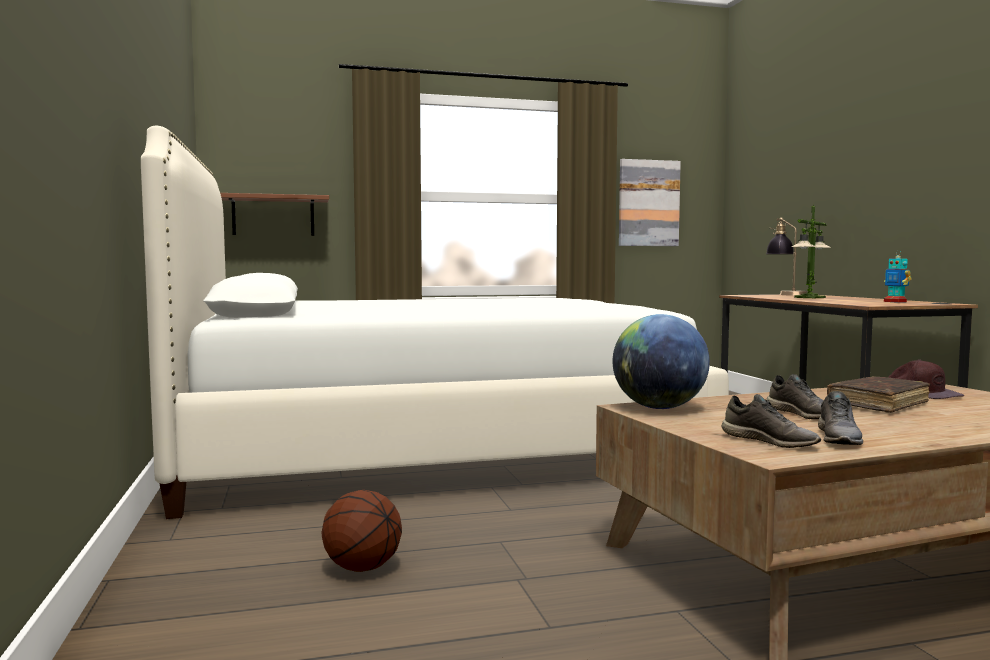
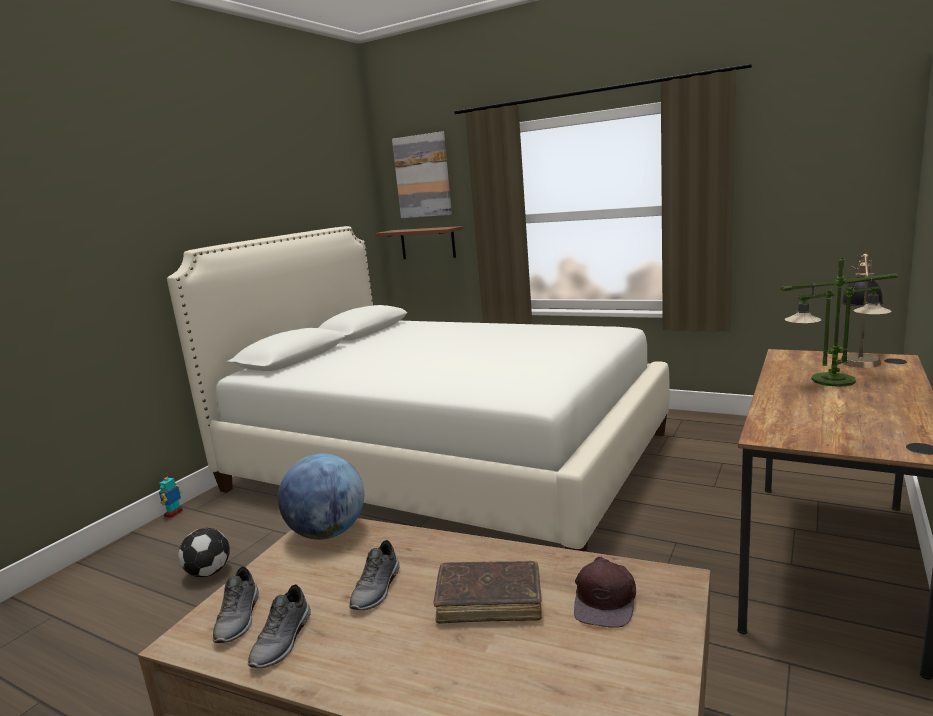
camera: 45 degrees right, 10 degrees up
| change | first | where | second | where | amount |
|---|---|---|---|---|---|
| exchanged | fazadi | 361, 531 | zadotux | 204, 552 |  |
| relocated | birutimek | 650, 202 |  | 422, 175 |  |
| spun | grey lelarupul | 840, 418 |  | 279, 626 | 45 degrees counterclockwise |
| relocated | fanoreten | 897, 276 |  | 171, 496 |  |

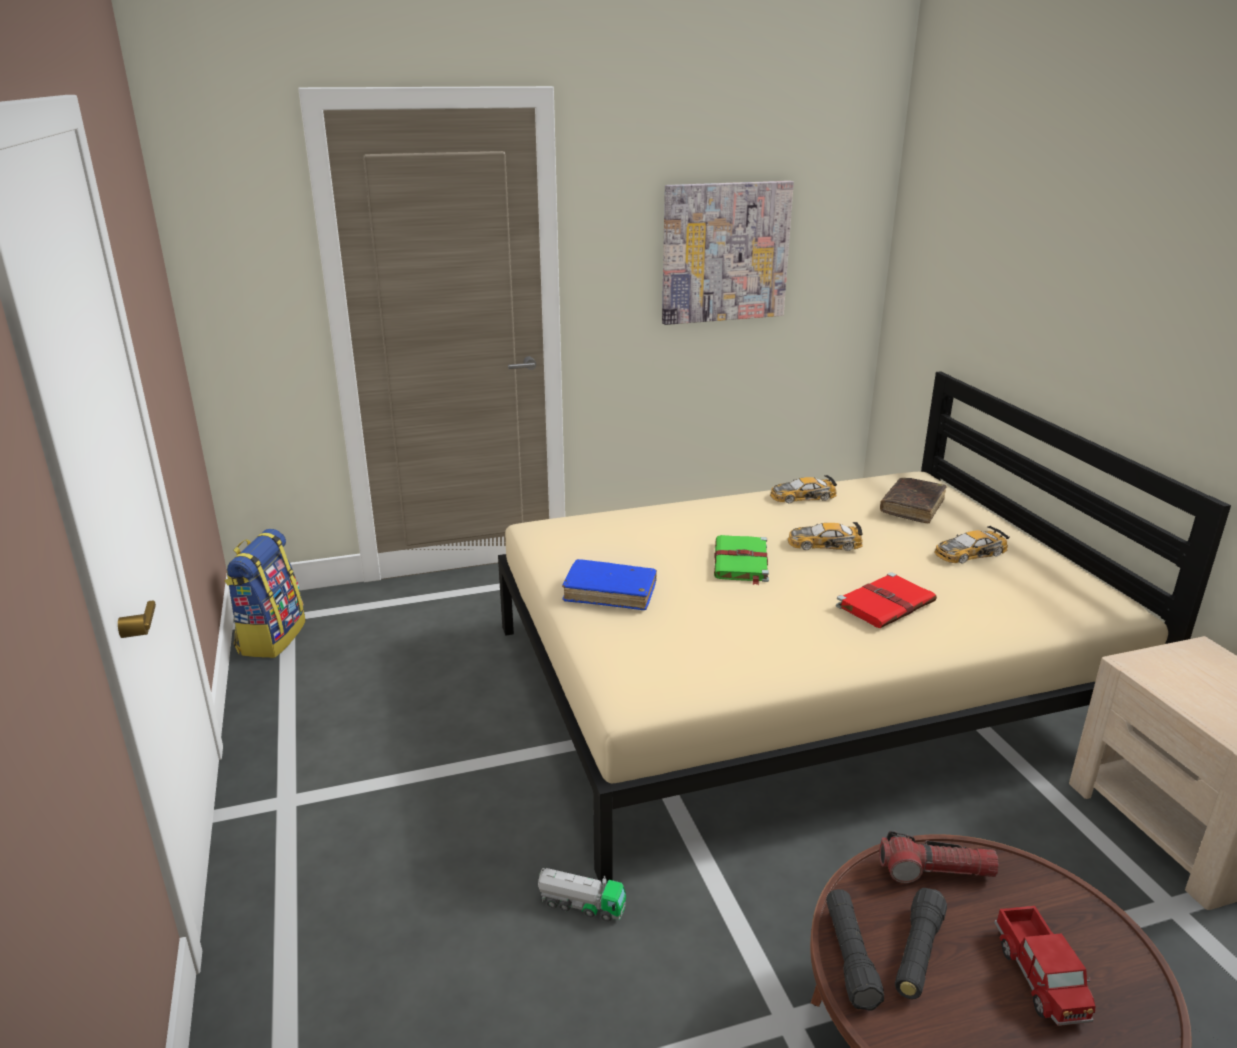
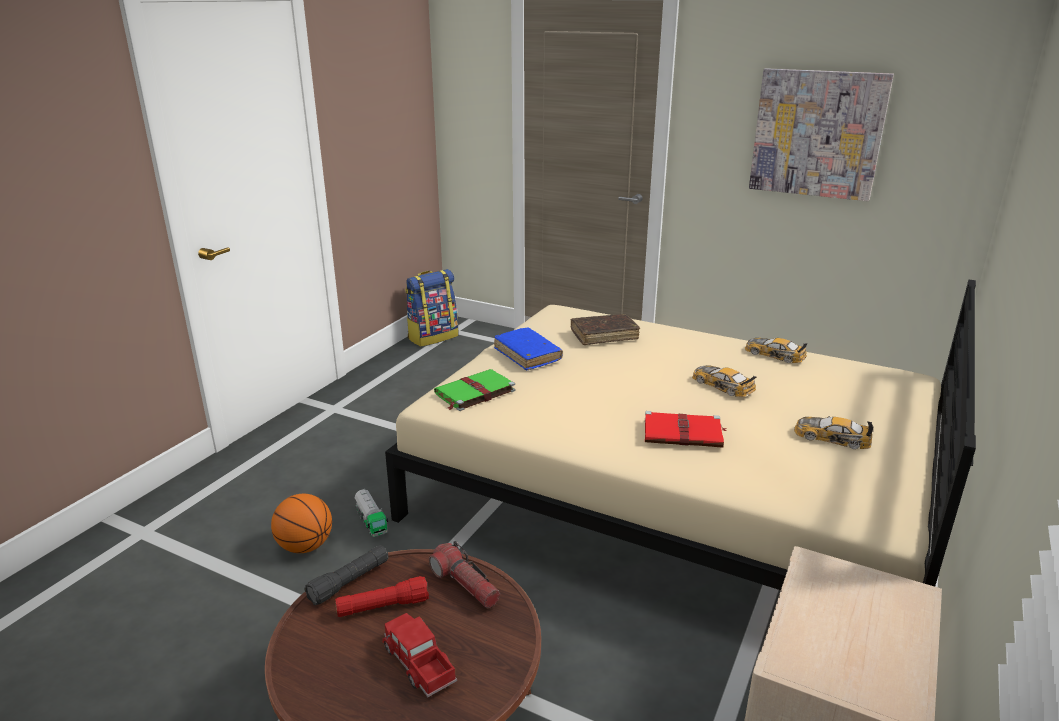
camera: 45 degrees right, 0 degrees up
| change | first | where | second | where | amount |
|---|---|---|---|---|---|
| relocated | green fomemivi | 741, 560 |  | 474, 390 |  |
| relocated | brown fomemivi | 913, 500 |  | 605, 329 |  |
| colour | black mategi | 921, 943 | red mategi | 382, 596 |  |
| spun | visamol | 1044, 966 |  | 419, 655 | 105 degrees clockwise |
| appeared |  |  | fazadi | 301, 523 |  |

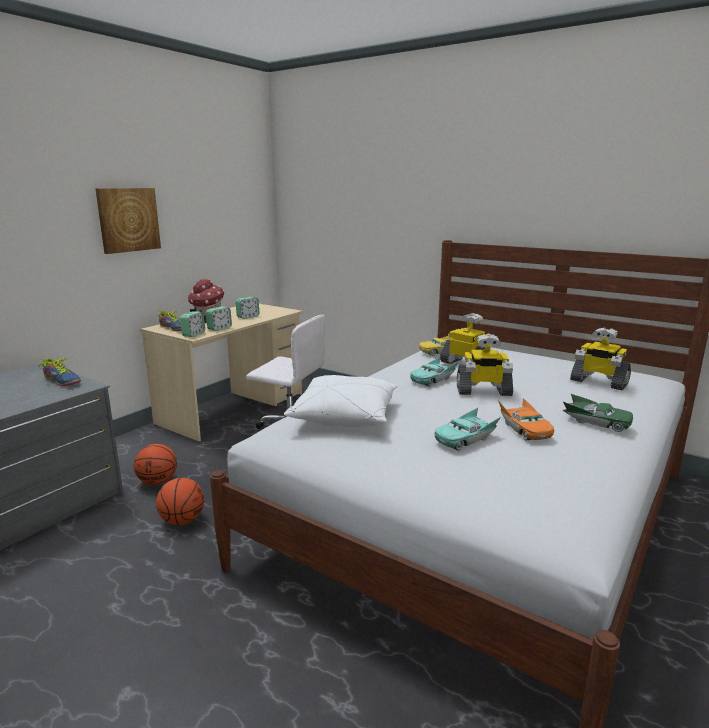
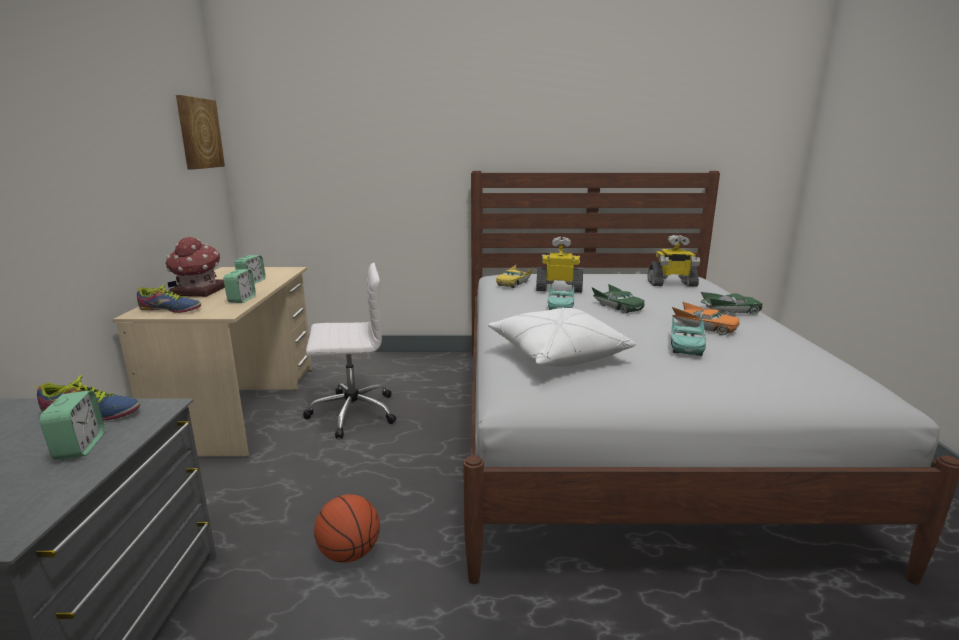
camera: 35 degrees left, 0 degrees up
| change | first | where | second | where | amount |
|---|---|---|---|---|---|
| relocated | birutimek | 128, 221 |  | 200, 132 |  |
| missing | fazadi | 155, 464 |  |  |  |
| relocated | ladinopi | 192, 324 |  | 72, 425 |  |
| exchanged | fanoreten | 485, 365 | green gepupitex | 618, 299 |  |

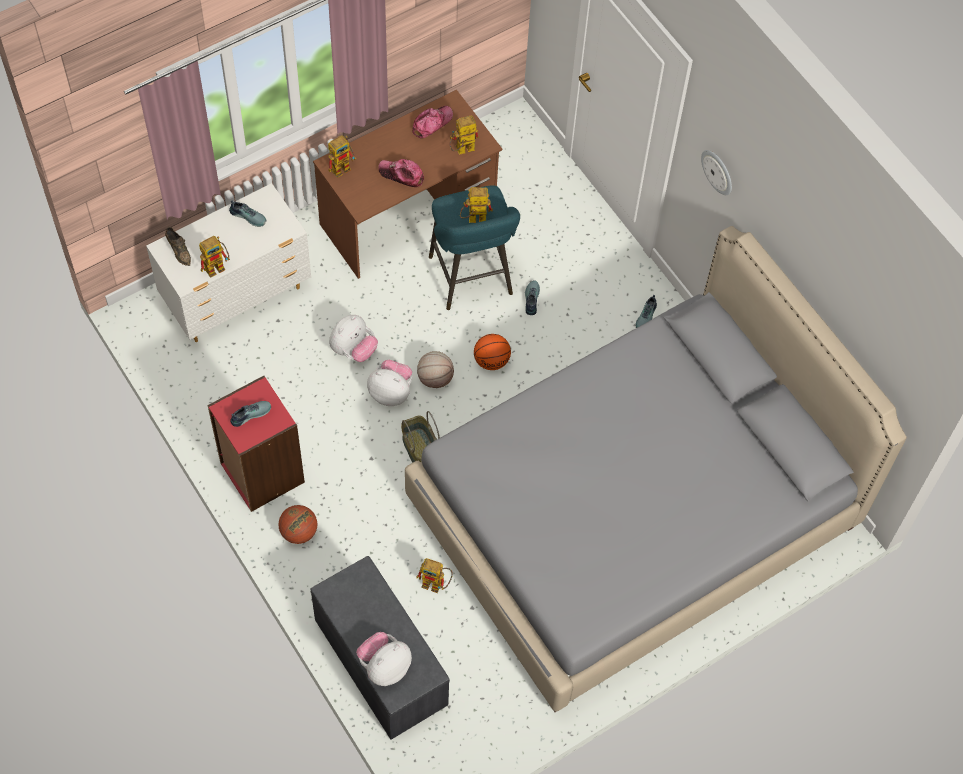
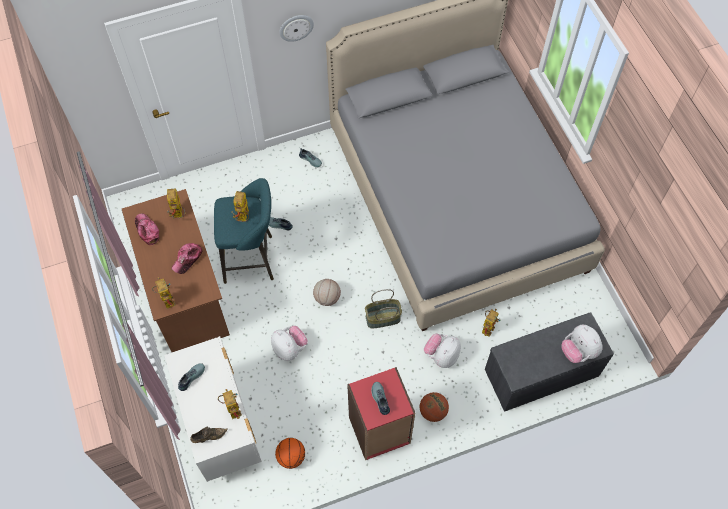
camera: 75 degrees left, 0 degrees up
| change | first | where | second | where | amount |
|---|---|---|---|---|---|
| relocated | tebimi | 389, 383 |  | 442, 351 |  |
| relocated | fazadi | 492, 352 |  | 290, 453 |  |

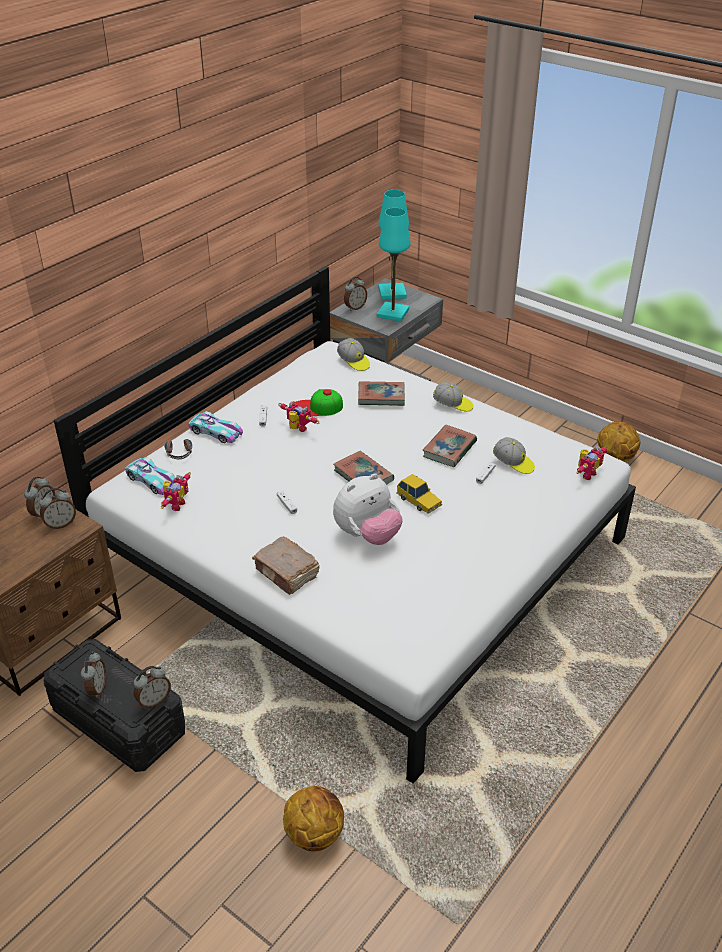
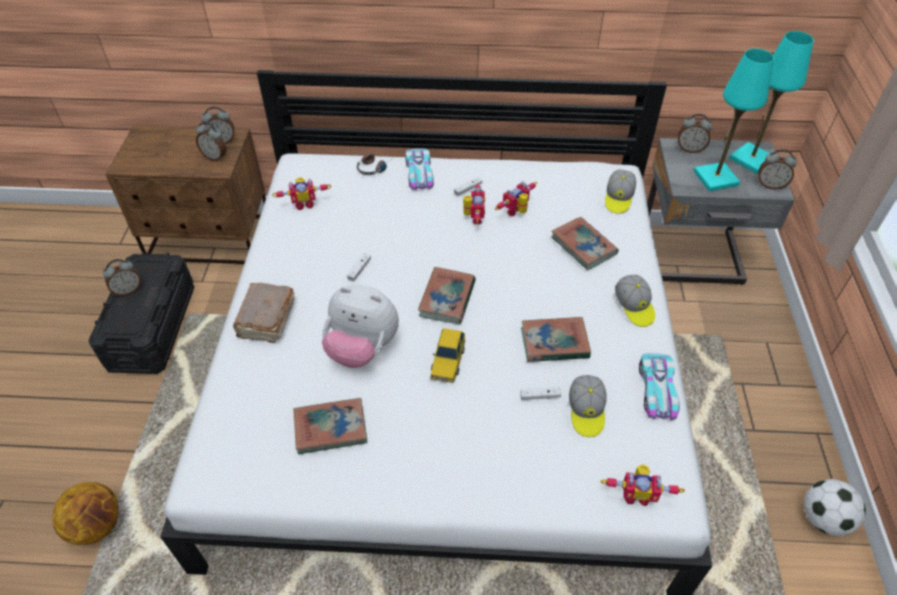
camera: 55 degrees right, 10 degrees up
| change | first | where | second | where | amount |
|---|---|---|---|---|---|
| relocated | gepupitex | 150, 476 |  | 659, 386 |  |
| relocated | ladinopi | 152, 687 |  | 777, 169 |  |
| exchanged | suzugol | 319, 403 | fanoreten | 516, 199 |  |
| exchanged | fazadi | 618, 441 | zadotux | 835, 507 |  |
| appeared |  |  | fomemivi | 330, 426 |  |

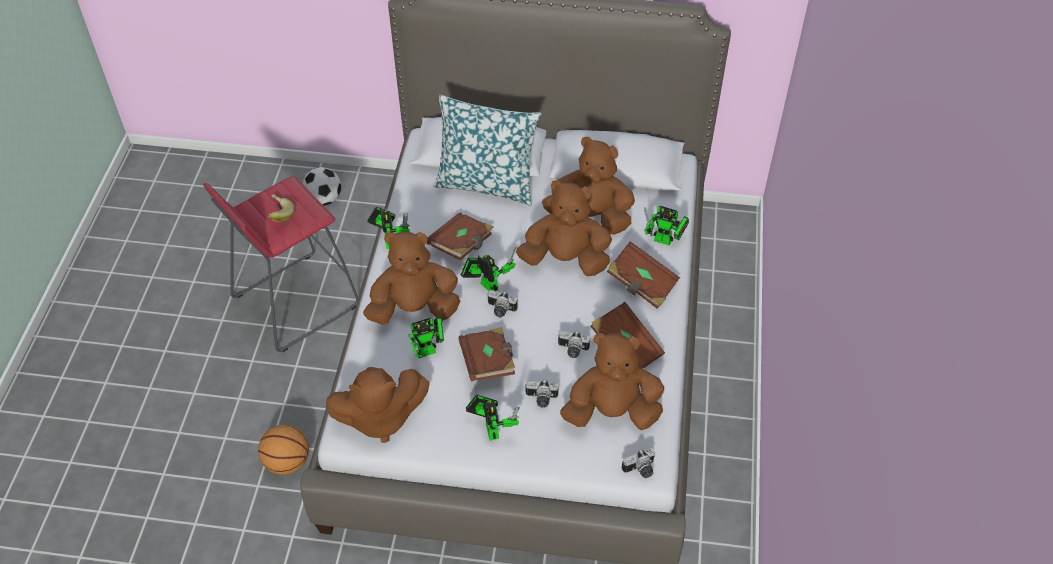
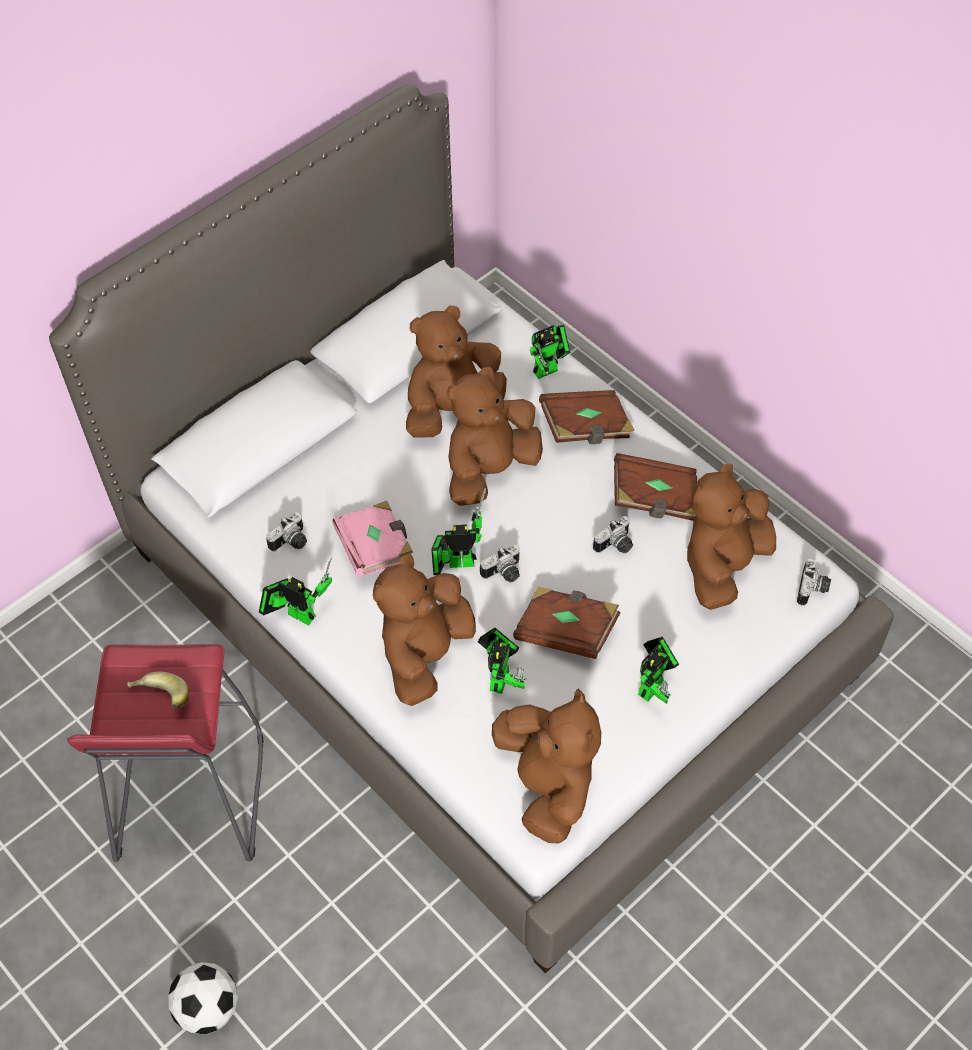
camera: 50 degrees left, 5 degrees up
| change | first | where | second | where | amount |
|---|---|---|---|---|---|
| missing | fazadi | 283, 449 |  |  |  |
| relocated | zadotux | 322, 186 |  | 203, 998 |  |
| spun | brown tebimi | 377, 405 |  | 546, 766 | 45 degrees counterclockwise |
| colour | brown fomemivi | 459, 236 | pink fomemivi | 372, 539 |  |
| missing | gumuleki | 487, 150 |  |  |  |
| spun | fanoreten | 492, 417 |  | 658, 670 | 105 degrees clockwise |
| relocated | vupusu | 542, 393 |  | 286, 531 |  |

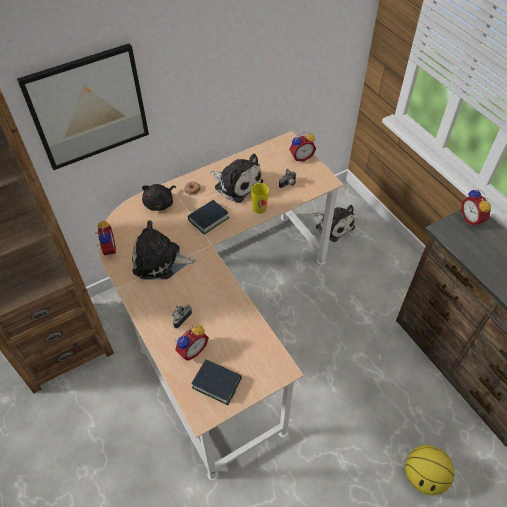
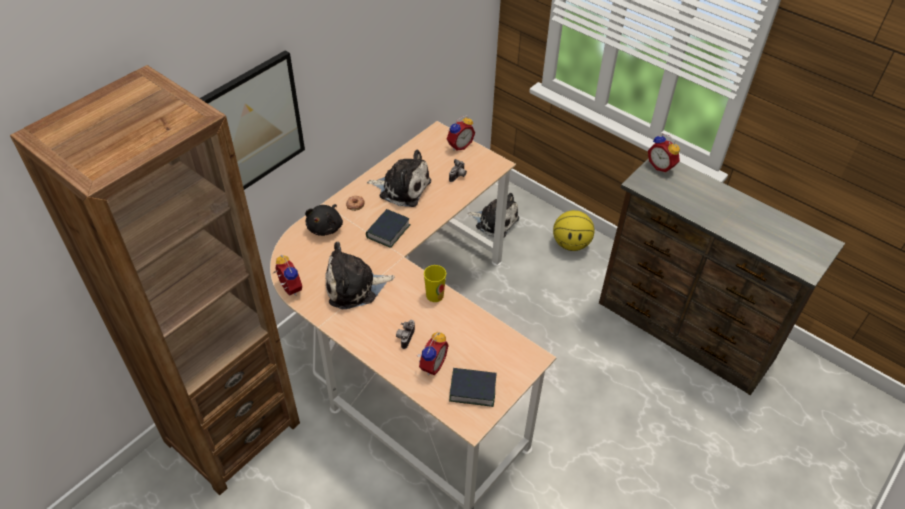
camera: 20 degrees left, 5 degrees down
| change | first | where | second | where | amount |
|---|---|---|---|---|---|
| relocated | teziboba | 260, 198 |  | 435, 283 |  |
| relocated | fazadi | 430, 470 |  | 574, 230 |  |

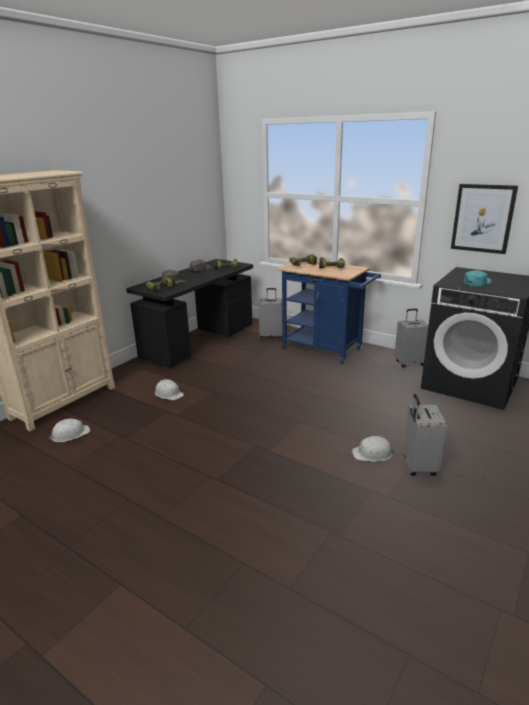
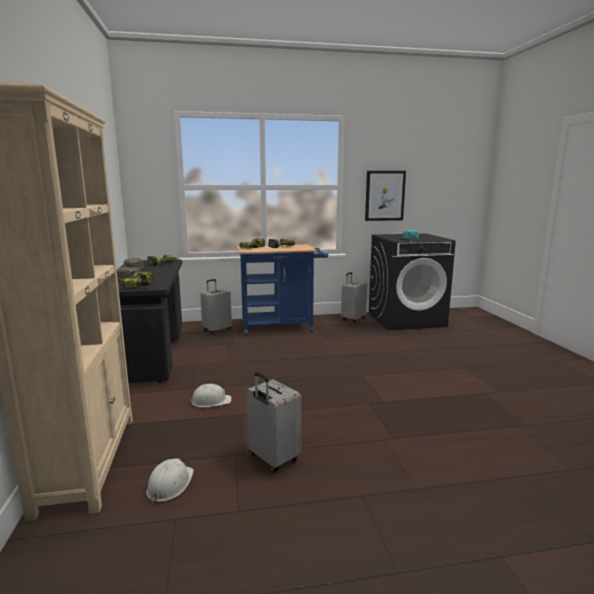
camera: 45 degrees left, 10 degrees down
| change | first | where | second | where | amount |
|---|---|---|---|---|---|
| missing | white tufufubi | 373, 449 |  |  |  |
| relocated | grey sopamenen | 425, 435 |  | 273, 422 |  |

